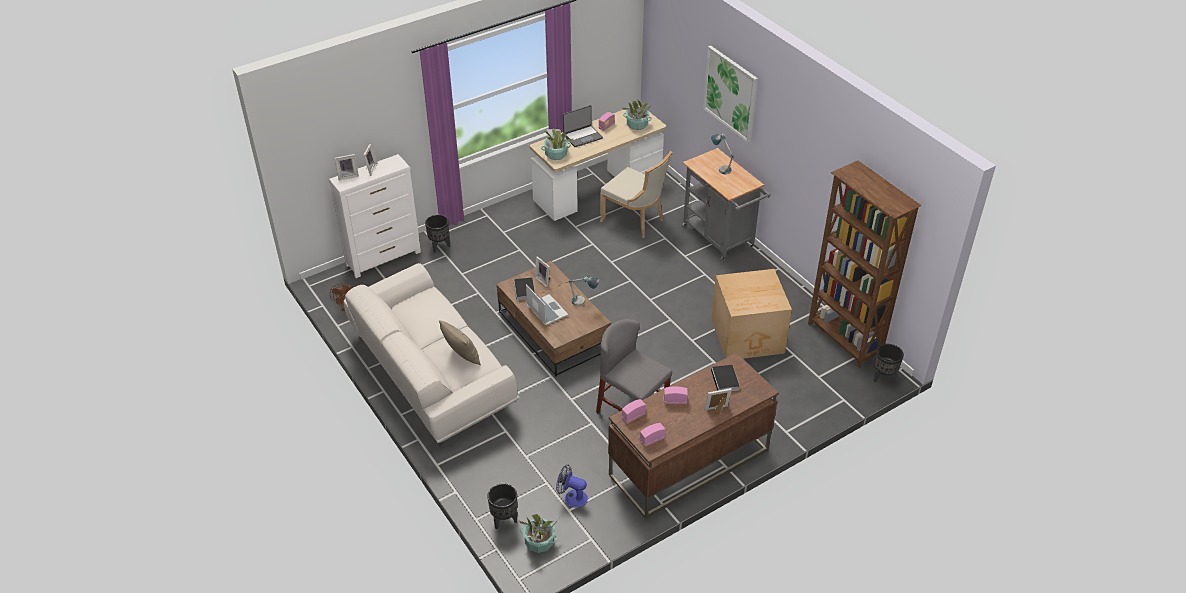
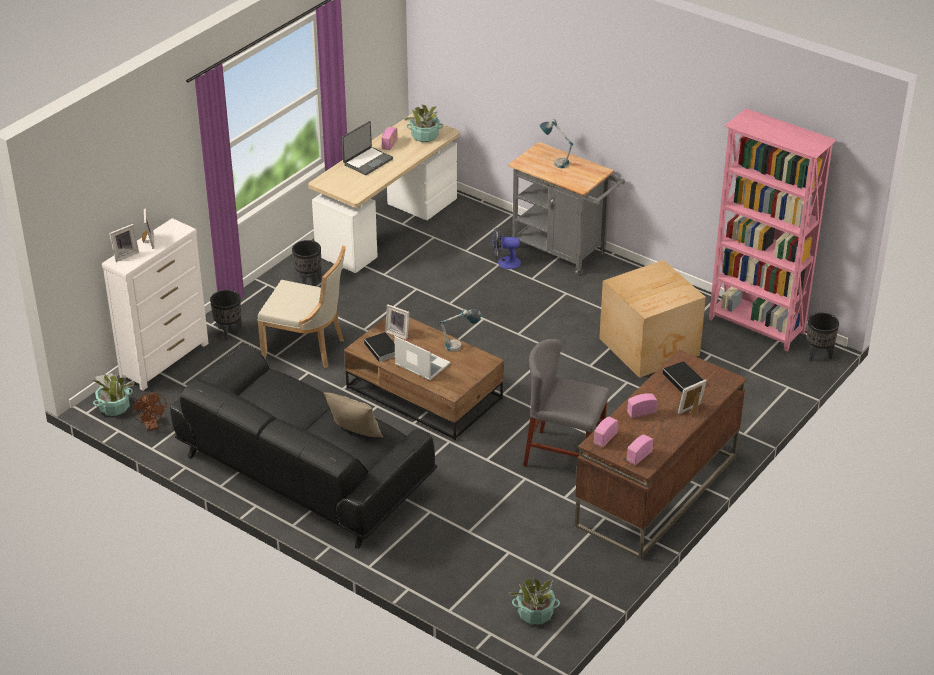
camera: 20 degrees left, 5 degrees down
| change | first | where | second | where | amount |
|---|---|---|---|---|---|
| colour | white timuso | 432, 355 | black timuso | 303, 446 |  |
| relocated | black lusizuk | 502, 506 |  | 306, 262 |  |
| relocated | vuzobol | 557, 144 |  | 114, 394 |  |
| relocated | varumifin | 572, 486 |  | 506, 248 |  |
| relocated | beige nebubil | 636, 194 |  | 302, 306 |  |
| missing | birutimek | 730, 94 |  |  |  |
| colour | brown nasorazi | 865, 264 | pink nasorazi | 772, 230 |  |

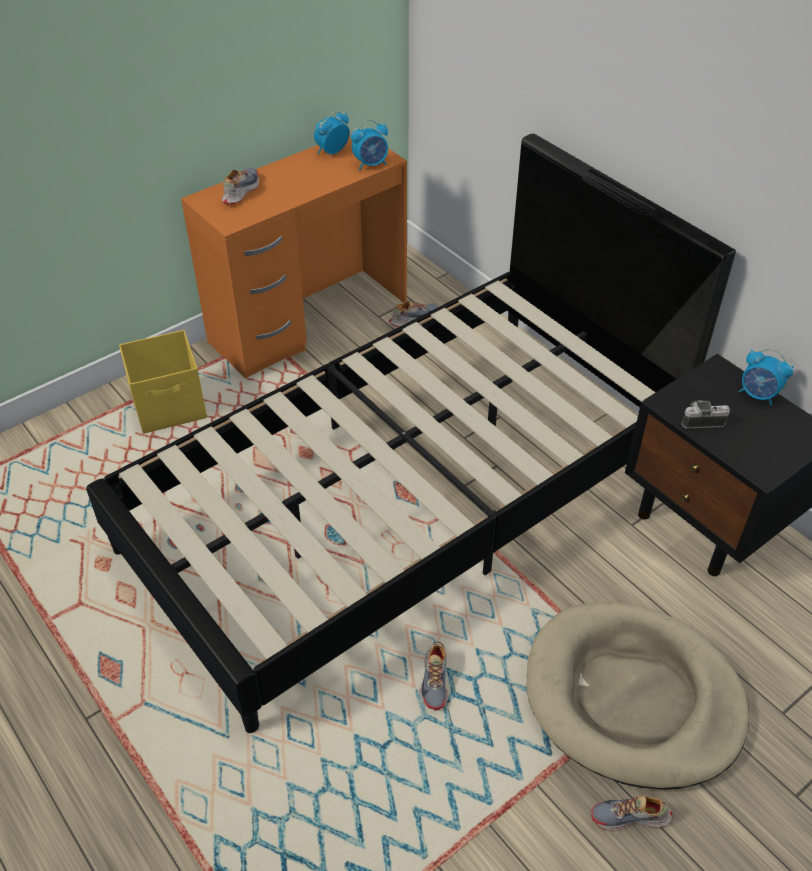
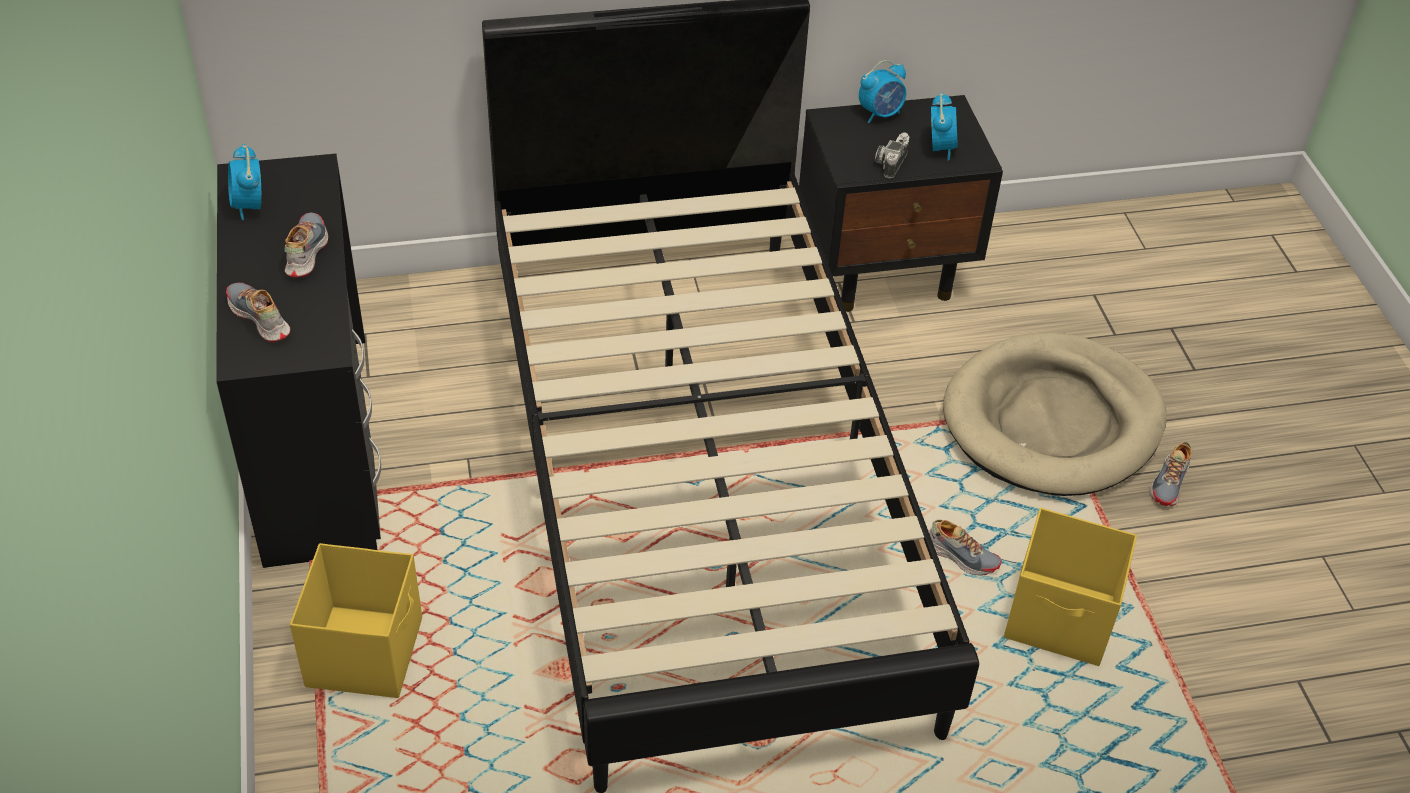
camera: 65 degrees left, 0 degrees up
| change | first | where | second | where | amount |
|---|---|---|---|---|---|
| colour | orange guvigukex | 294, 255 | black guvigukex | 298, 361 |  |
| relocated | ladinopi | 369, 145 |  | 944, 126 |  |
| relocated | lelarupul | 413, 314 |  | 306, 245 |  |
| appeared |  |  | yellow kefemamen | 1070, 587 |  |

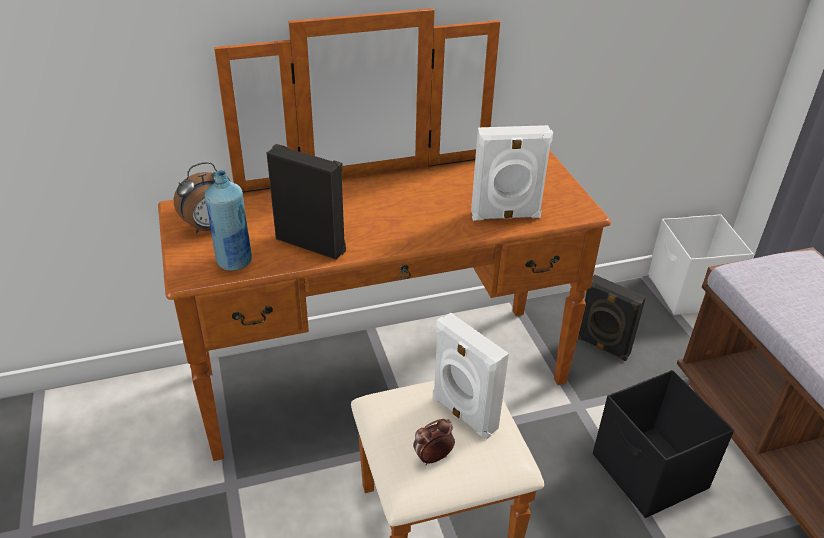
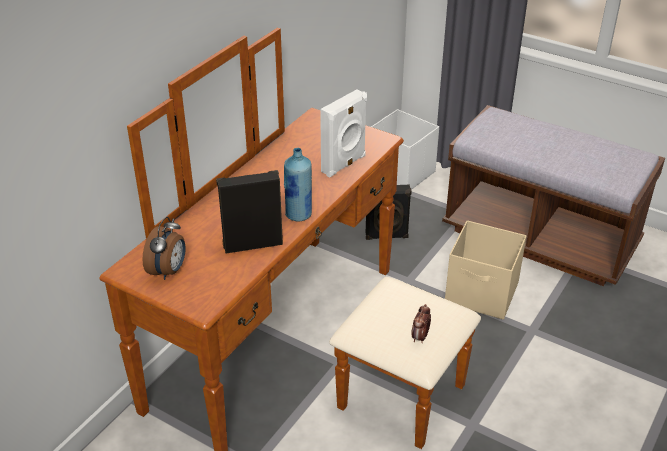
camera: 40 degrees left, 0 degrees up
| change | first | where | second | where | amount |
|---|---|---|---|---|---|
| relocated | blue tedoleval | 228, 220 |  | 298, 185 |  |
| missing | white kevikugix | 471, 376 |  |  |  |
| colour | black kefemamen | 663, 444 | beige kefemamen | 486, 269 |  |

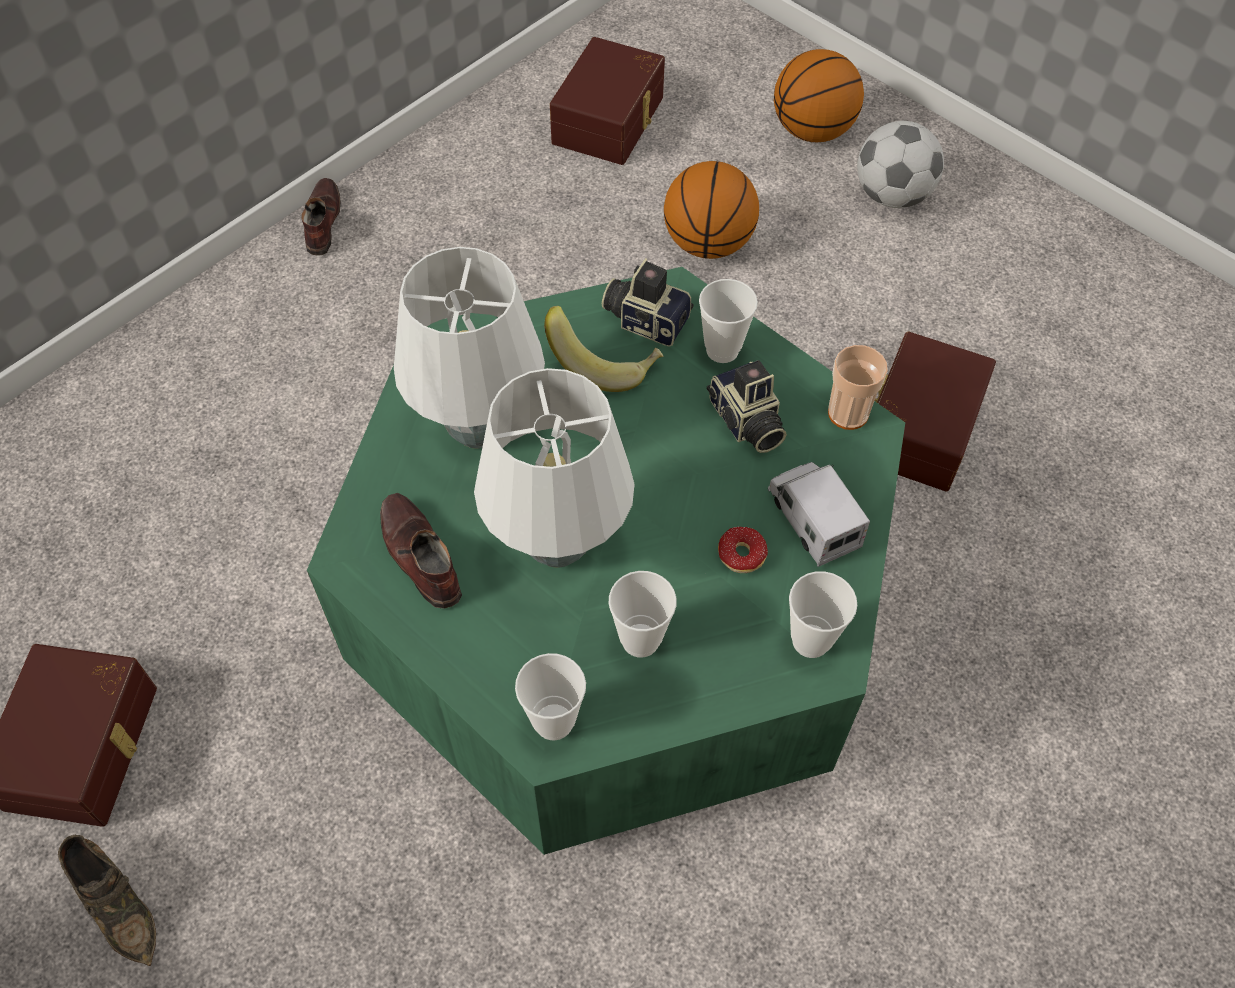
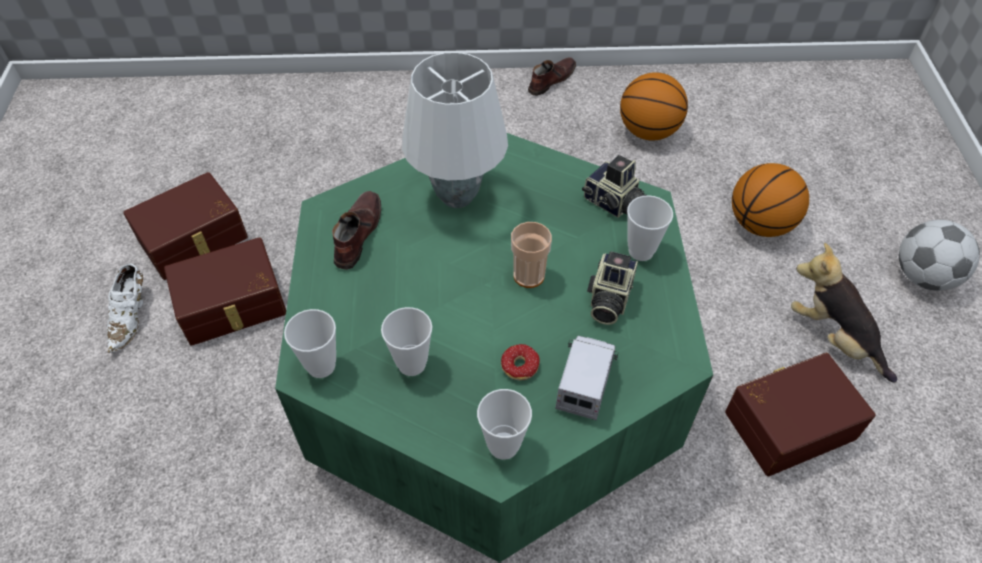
camera: 45 degrees right, 5 degrees down
| change | first | where | second | where | amount |
|---|---|---|---|---|---|
| colour | brown lelarupul | 107, 900 | white lelarupul | 125, 308 |  |
| missing | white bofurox | 554, 468 |  |  |  |
| missing | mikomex | 604, 349 |  |  |  |
| relocated | brown kefemamen | 607, 101 |  | 225, 291 |  |
| spun | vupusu | 648, 302 |  | 614, 186 | 150 degrees clockwise |
| relocated | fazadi | 819, 95 |  | 654, 106 |  |
| relocated | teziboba | 858, 387 |  | 531, 255 |  |
| appeared |  |  | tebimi | 844, 313 |  |

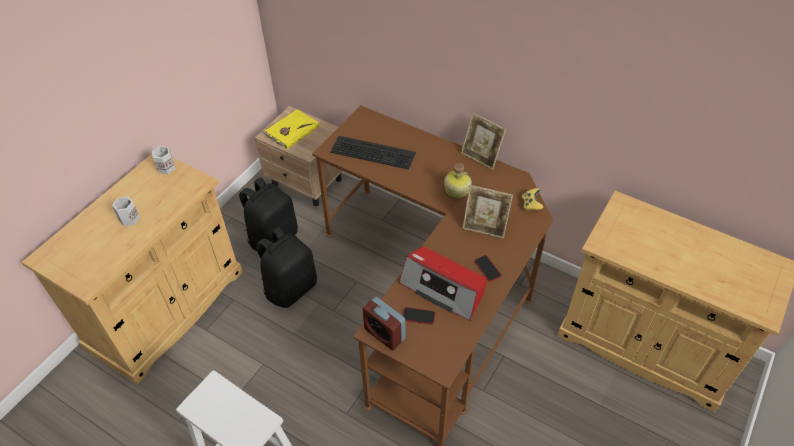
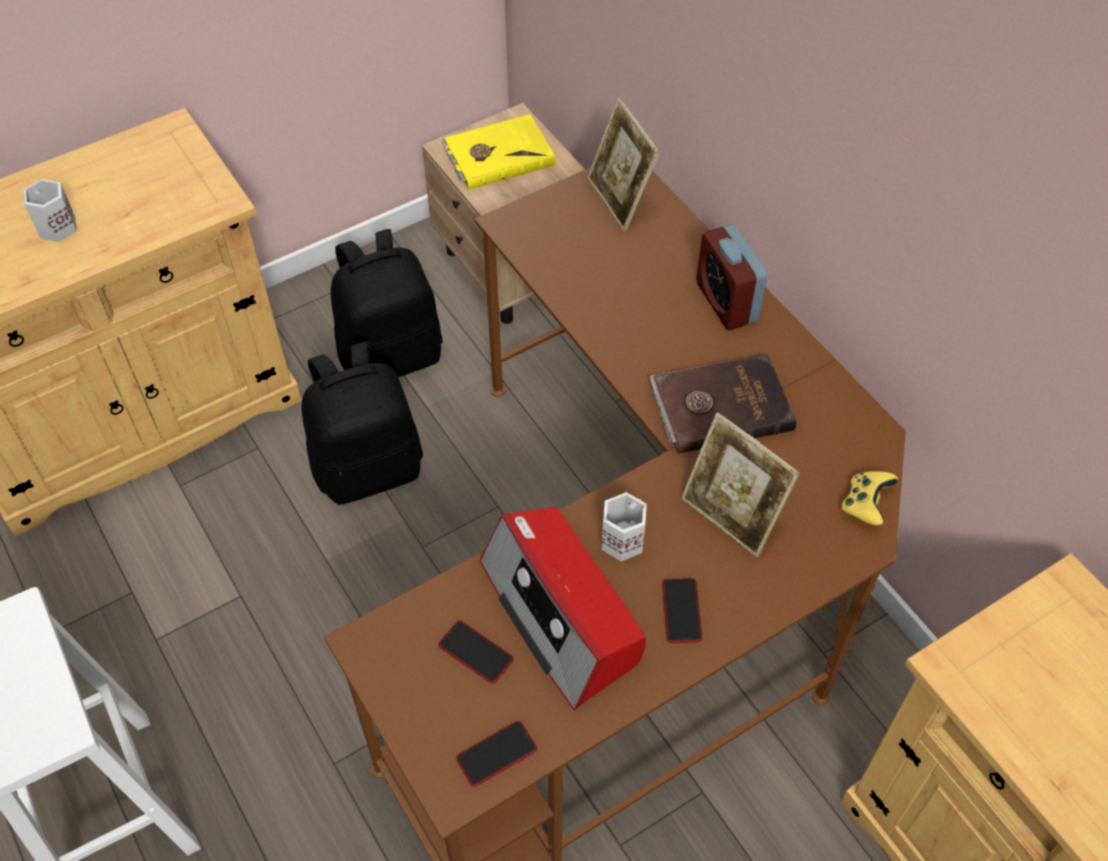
camera: 25 degrees right, 5 degrees up
| change | first | where | second | where | amount |
|---|---|---|---|---|---|
| relocated | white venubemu | 163, 160 |  | 624, 526 |  |
| missing | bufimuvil | 373, 153 |  |  |  |
| relocated | ladinopi | 384, 323 |  | 732, 277 |  |
| exchanged | tedoleval | 458, 180 | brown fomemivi | 723, 404 |  |
| relocated | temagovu | 483, 141 |  | 623, 164 |  |
| appeared |  |  | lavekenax | 496, 754 |  |

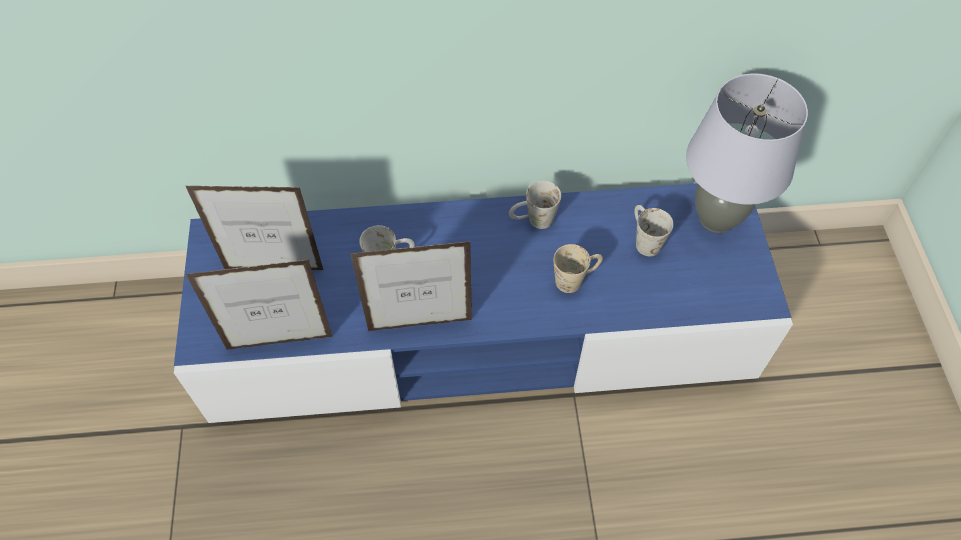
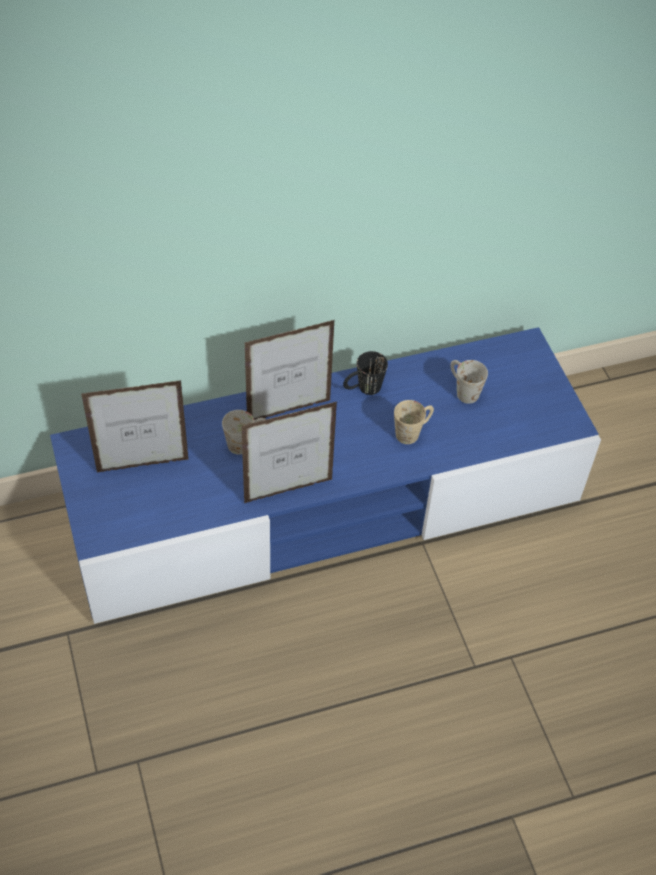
camera: 15 degrees left, 5 degrees down
| change | first | where | second | where | amount |
|---|---|---|---|---|---|
| relocated | temagovu | 259, 305 |  | 290, 370 |  |
| colour | white venubemu | 535, 205 | black venubemu | 365, 373 |  |
| missing | grey bofurox | 747, 153 |  |  |  |

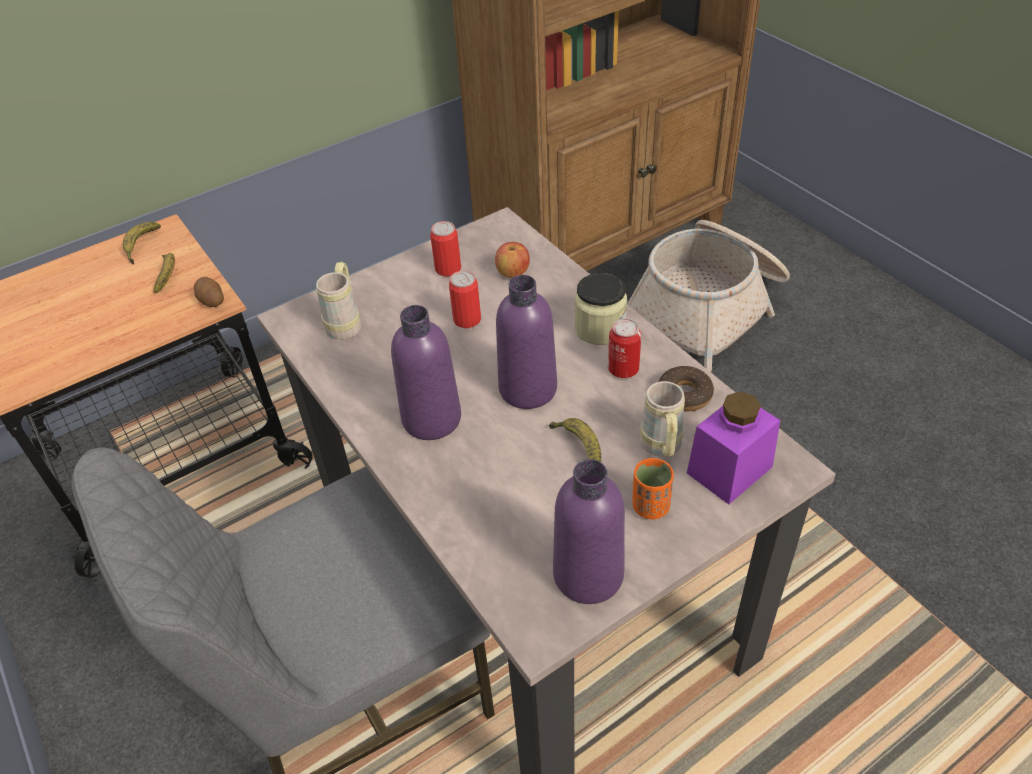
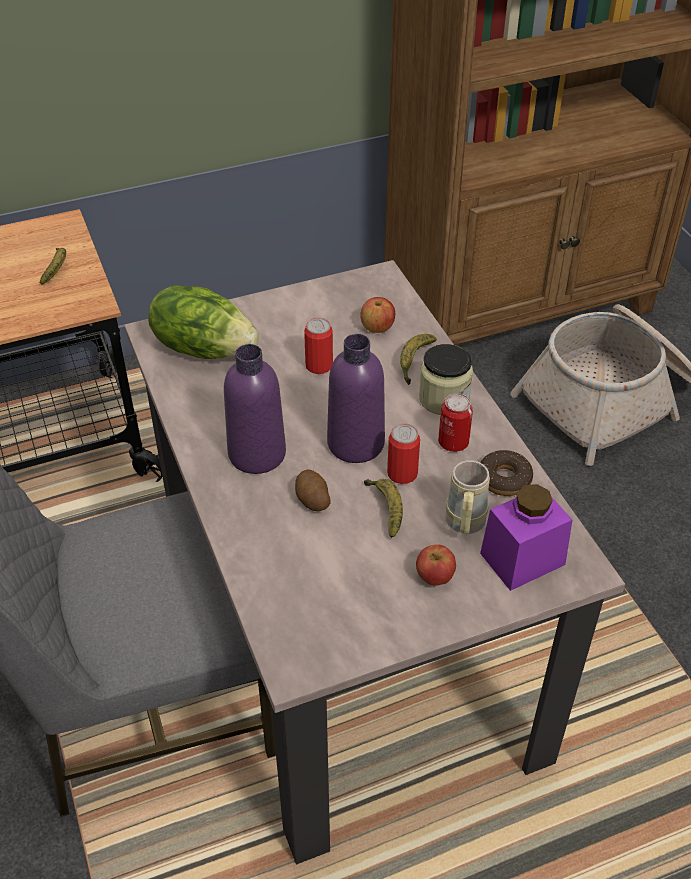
camera: 10 degrees right, 0 degrees up
| change | first | where | second | where | amount |
|---|---|---|---|---|---|
| relocated | mikomex | 142, 243 |  | 418, 359 |  |
| relocated | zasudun | 209, 292 |  | 313, 490 |  |
| exchanged | beige venubemu | 338, 301 | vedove | 203, 322 |  |
| relocated | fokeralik | 445, 248 |  | 403, 453 |  |
| missing | purple tedoleval | 589, 531 |  |  |  |
| exchanged | orange teziboba | 653, 488 | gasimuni | 436, 565 |  |

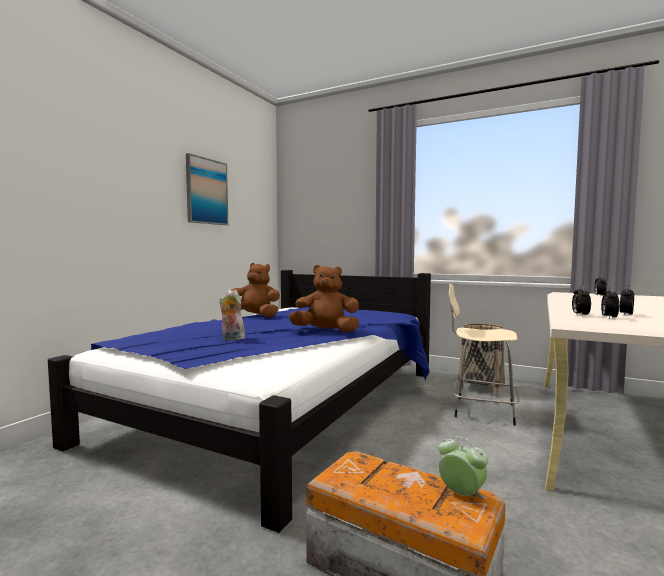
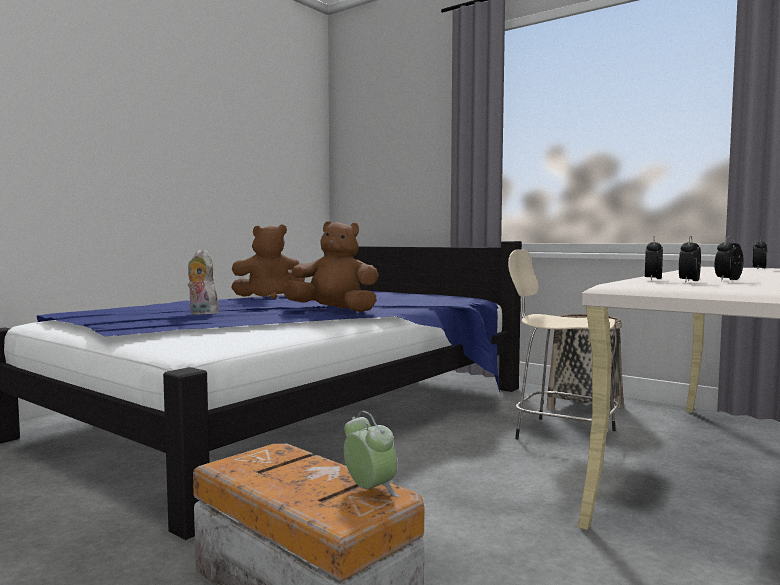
camera: 10 degrees right, 0 degrees up
| change | first | where | second | where | amount |
|---|---|---|---|---|---|
| missing | birutimek | 207, 189 |  |  |  |
| spun | brown tebimi | 255, 290 |  | 268, 261 | 135 degrees clockwise |

